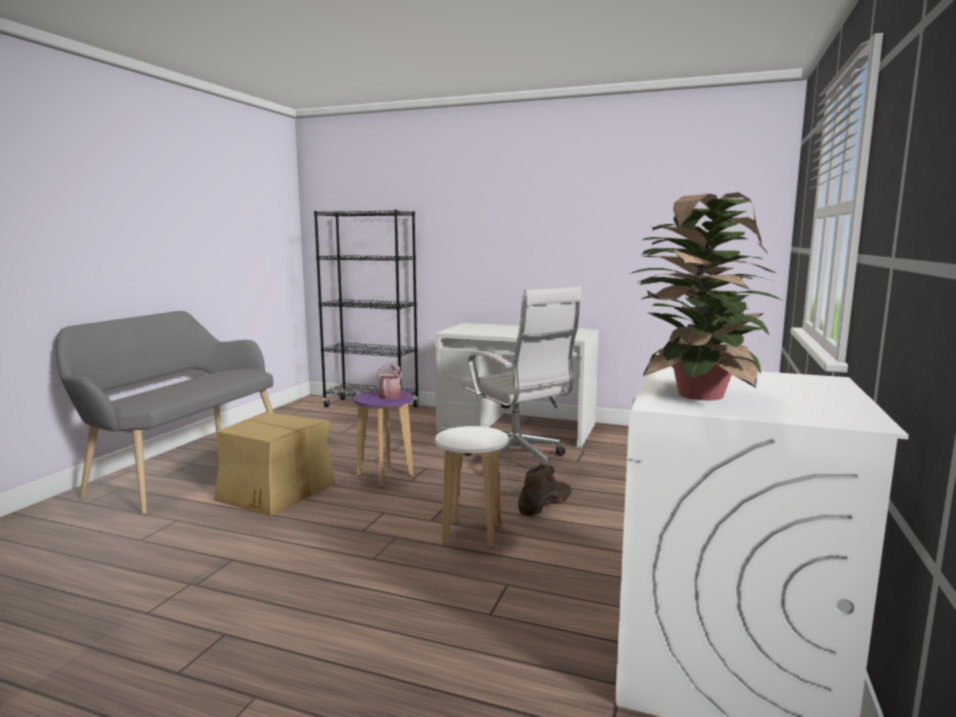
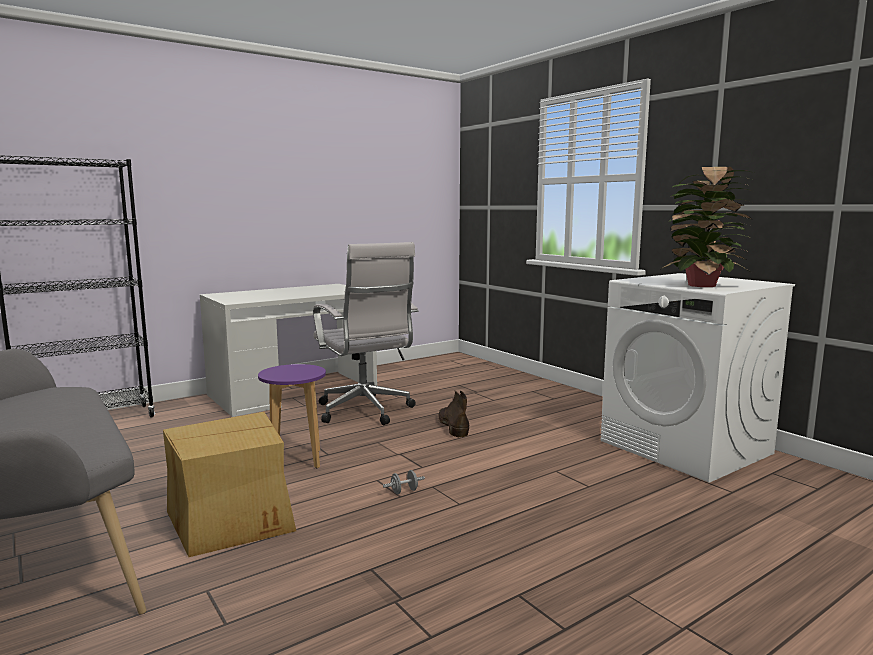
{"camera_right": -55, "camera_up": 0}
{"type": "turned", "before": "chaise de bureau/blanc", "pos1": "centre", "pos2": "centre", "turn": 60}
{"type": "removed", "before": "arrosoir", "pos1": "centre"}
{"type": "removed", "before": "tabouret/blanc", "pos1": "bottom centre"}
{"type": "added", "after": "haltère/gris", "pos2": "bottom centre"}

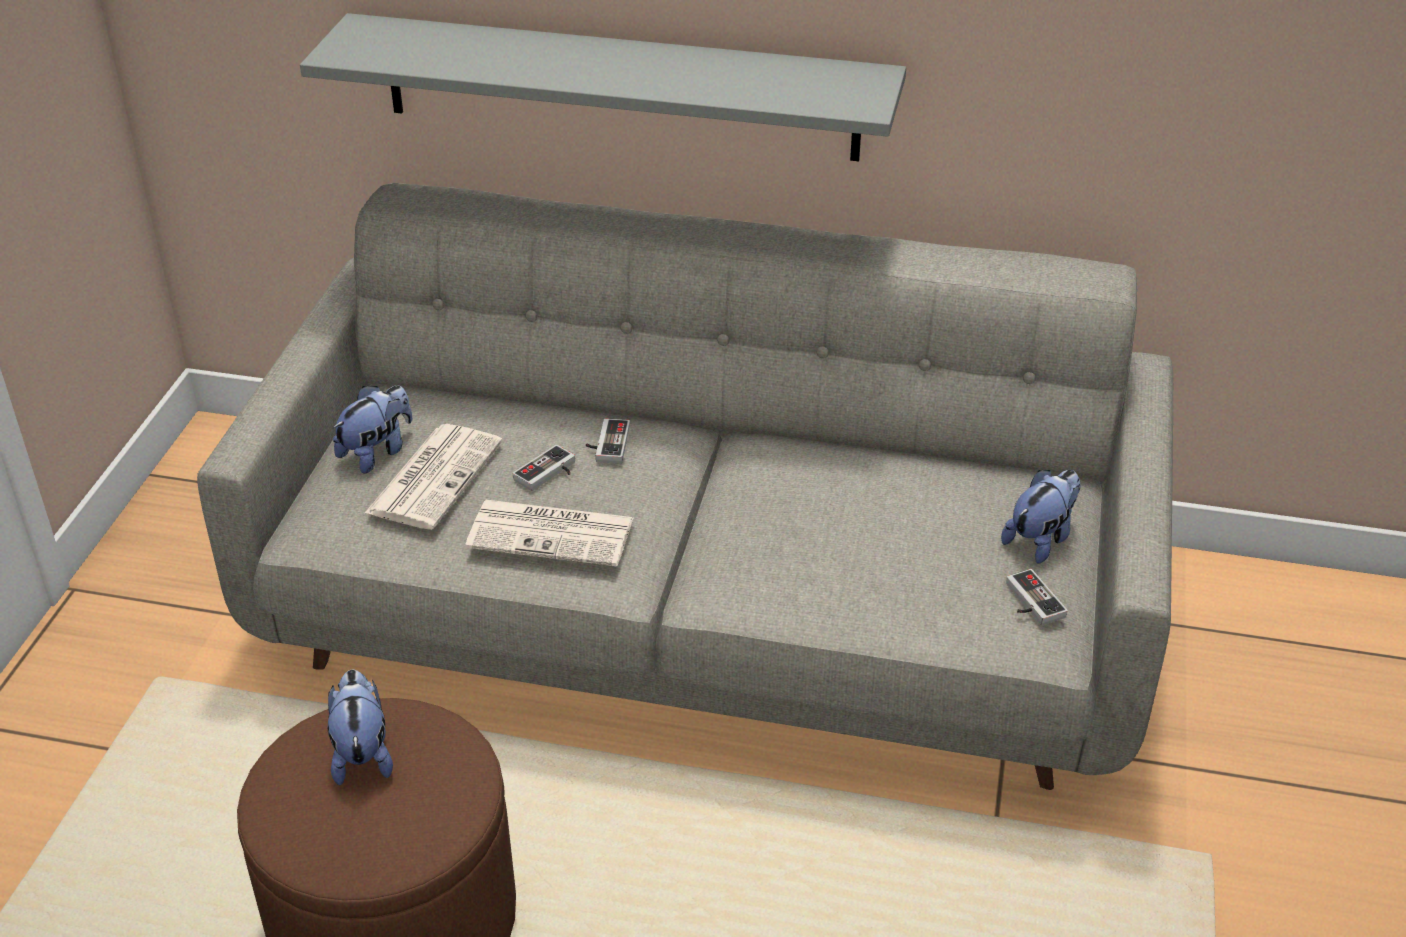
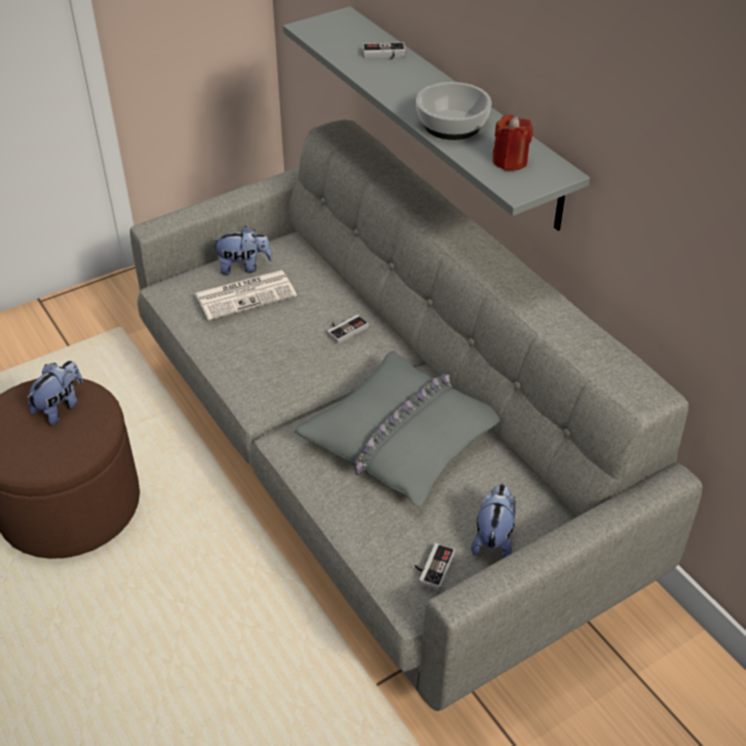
{"camera_right": 45, "camera_up": 5}
{"type": "moved", "before": "manette (1st from left in the first image)", "after": "manette (2nd from left)", "pos1": "centre", "pos2": "top centre"}
{"type": "turned", "before": "peluche (3rd from left)", "pos1": "middle right", "pos2": "bottom centre", "turn": -75}
{"type": "removed", "before": "journal (2nd from left)", "pos1": "centre"}
{"type": "added", "after": "bol", "pos2": "top centre"}
{"type": "added", "after": "bougie/rouge", "pos2": "top right"}
{"type": "added", "after": "coussin/gris", "pos2": "centre"}

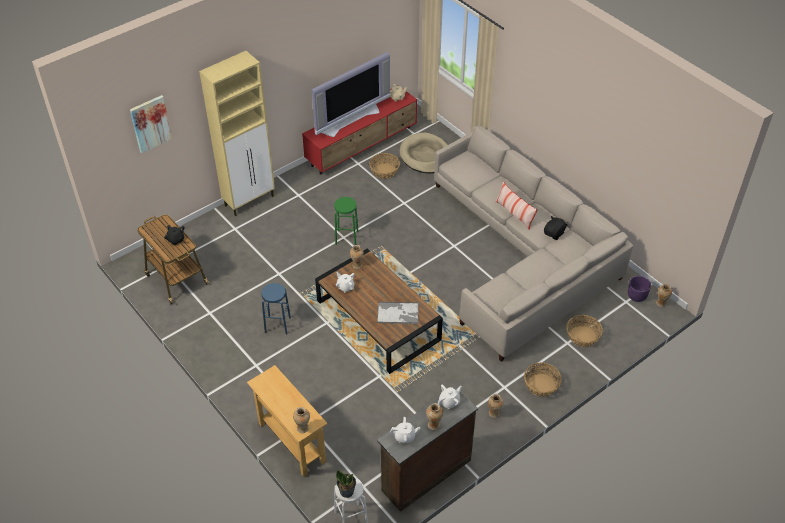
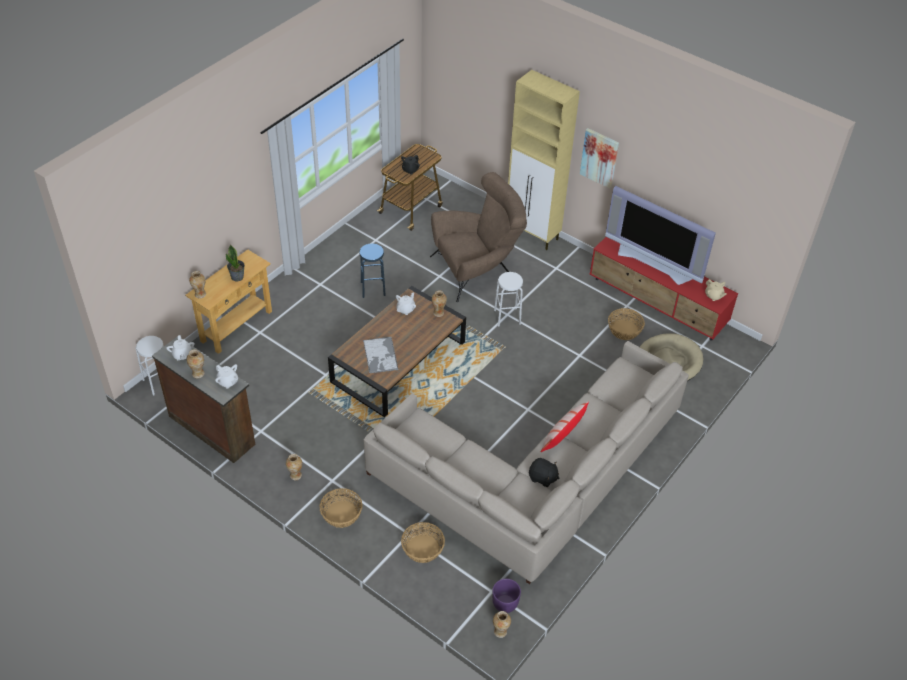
{"camera_right": 75, "camera_up": 0}
{"type": "moved", "before": "tableau", "pos1": "top left", "pos2": "top centre"}
{"type": "recoloured", "before": "tabouret/vert", "after": "tabouret/blanc (2nd from left)", "pos1": "centre", "pos2": "centre"}
{"type": "moved", "before": "plante en pot", "pos1": "bottom centre", "pos2": "middle left"}
{"type": "added", "after": "fauteuil/marron", "pos2": "centre"}

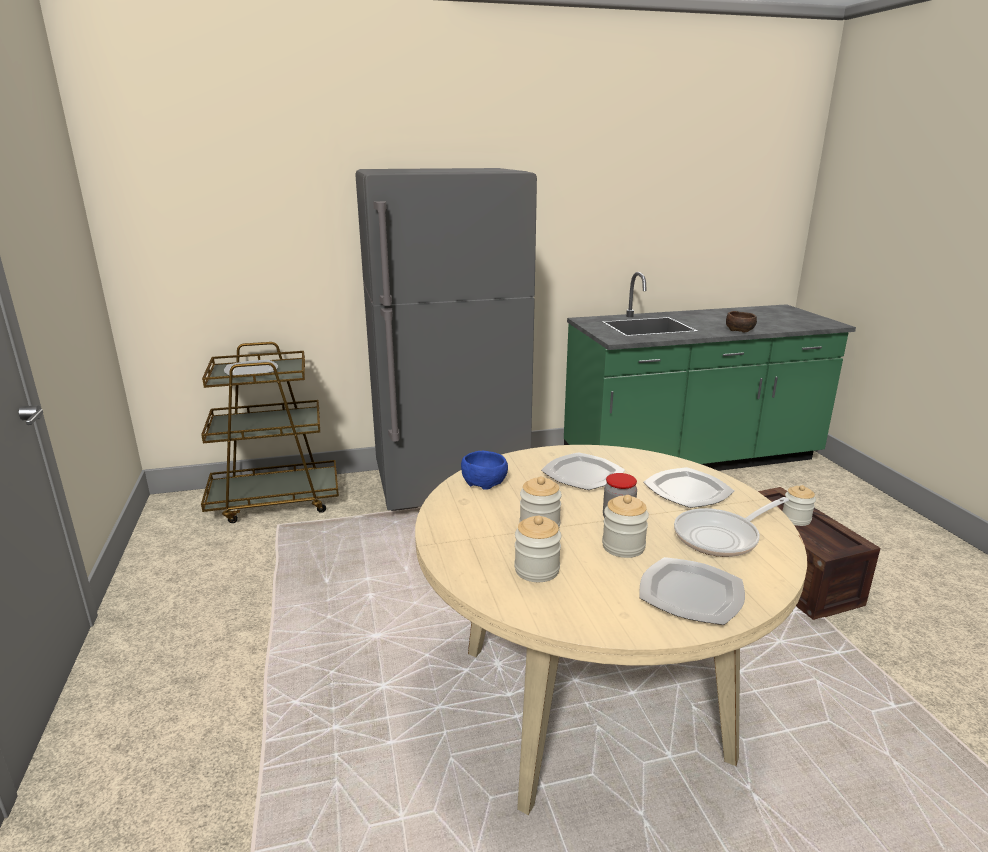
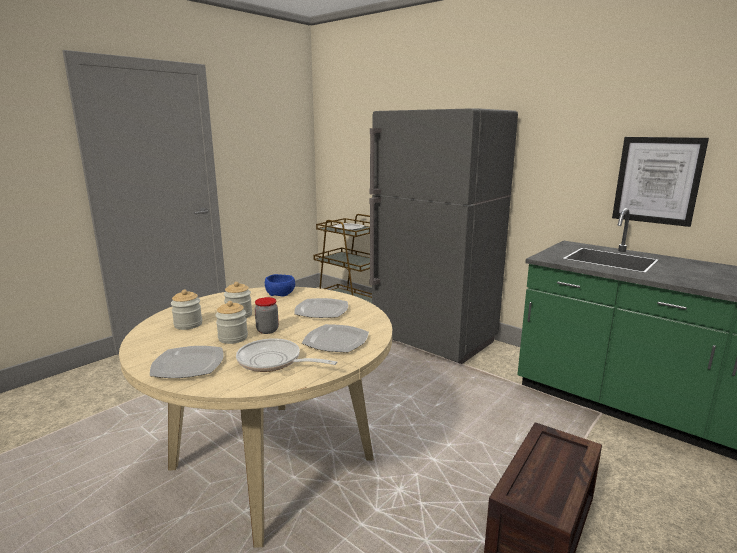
{"camera_right": 55, "camera_up": -5}
{"type": "removed", "before": "bol/marron", "pos1": "middle right"}
{"type": "removed", "before": "bocal (5th from left)", "pos1": "middle right"}
{"type": "added", "after": "tableau", "pos2": "top right"}

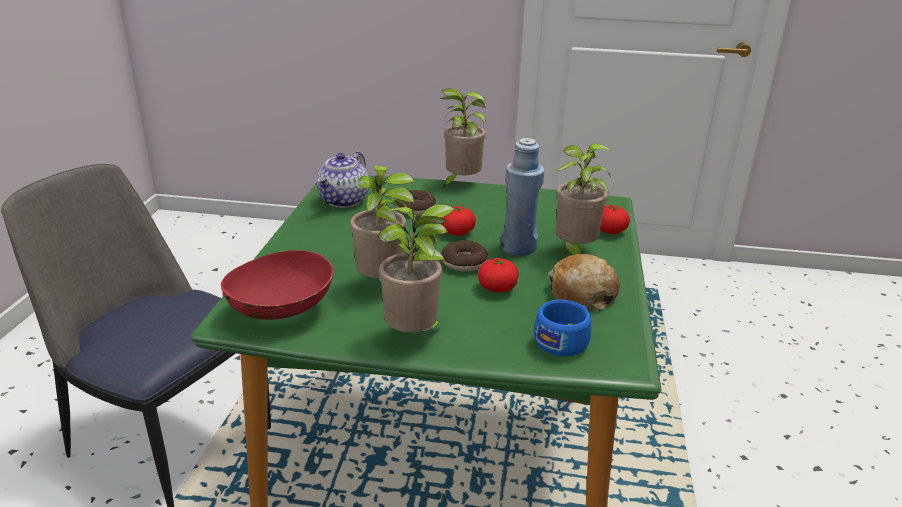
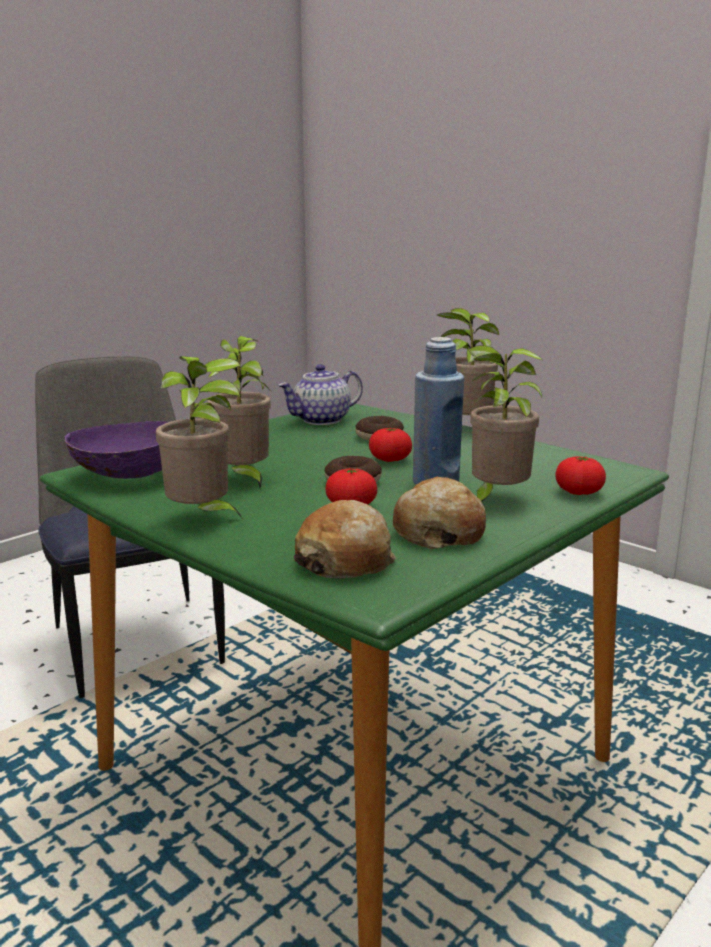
{"camera_right": 35, "camera_up": -10}
{"type": "recoloured", "before": "bol/rouge", "after": "bol/violet", "pos1": "middle left", "pos2": "middle left"}
{"type": "replaced", "before": "tasse/bleu", "after": "pain (1st from left)", "pos1": "centre", "pos2": "centre"}

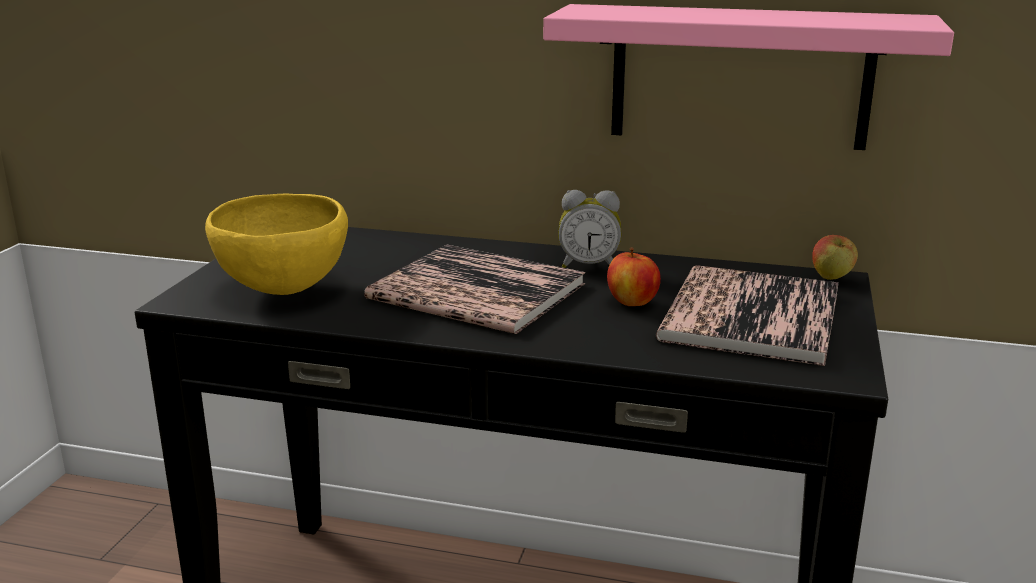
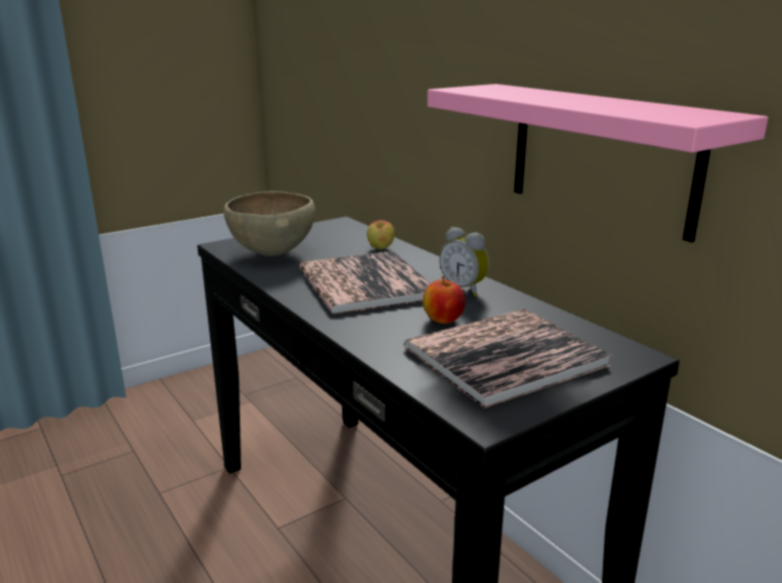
{"camera_right": 40, "camera_up": 0}
{"type": "recoloured", "before": "bol/jaune", "after": "bol/marron", "pos1": "middle left", "pos2": "centre"}
{"type": "moved", "before": "pomme (2nd from left in the first image)", "after": "pomme (1st from left)", "pos1": "middle right", "pos2": "centre"}

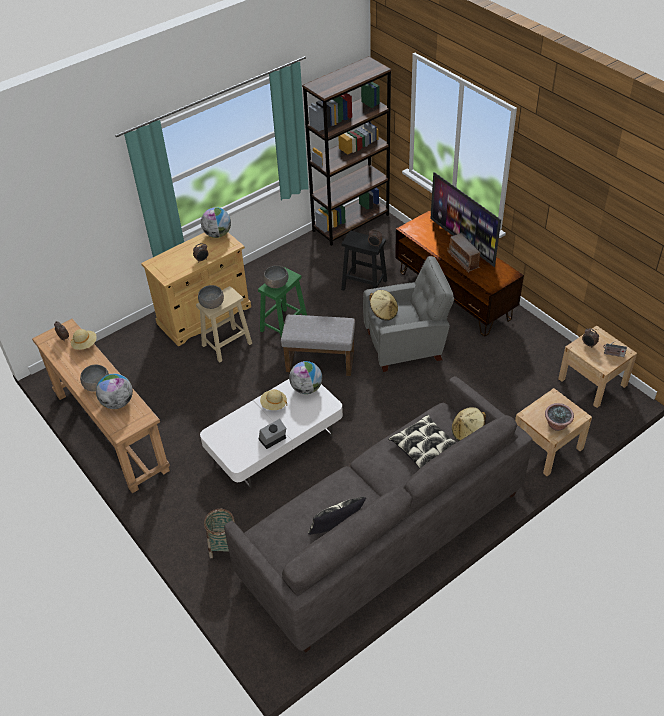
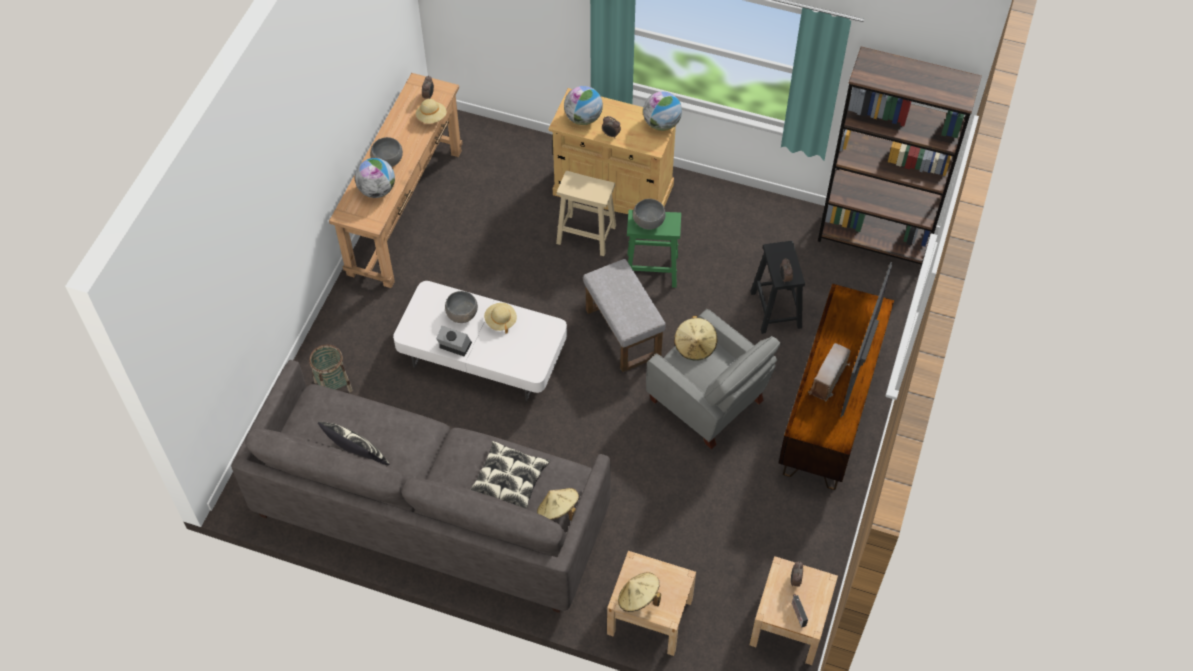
{"camera_right": 55, "camera_up": 10}
{"type": "moved", "before": "bol/gris (2nd from left)", "pos1": "middle left", "pos2": "centre"}
{"type": "moved", "before": "globe (3rd from left in the first image)", "after": "globe (2nd from left)", "pos1": "centre", "pos2": "top centre"}
{"type": "replaced", "before": "plante en pot", "after": "chapeau/beige (4th from left)", "pos1": "middle right", "pos2": "bottom centre"}

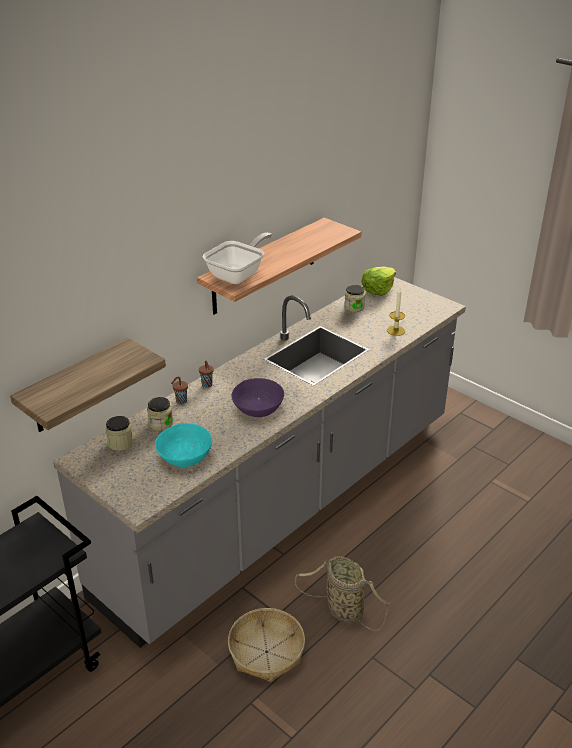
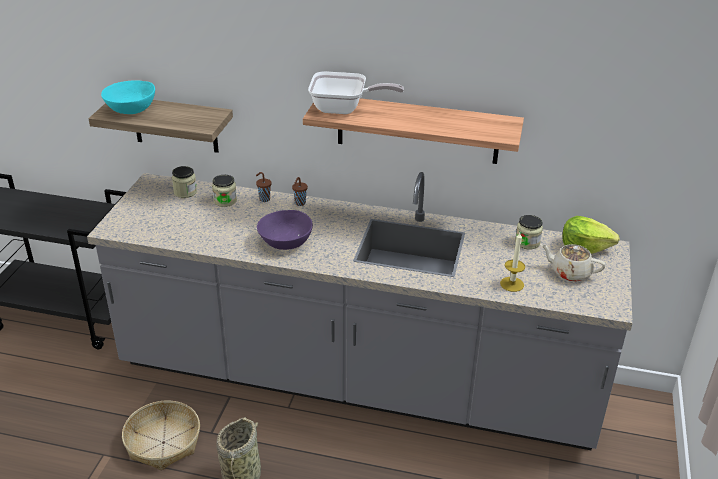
{"camera_right": 60, "camera_up": 0}
{"type": "moved", "before": "bol/turquoise", "pos1": "middle left", "pos2": "top left"}
{"type": "added", "after": "théière/beige", "pos2": "middle right"}

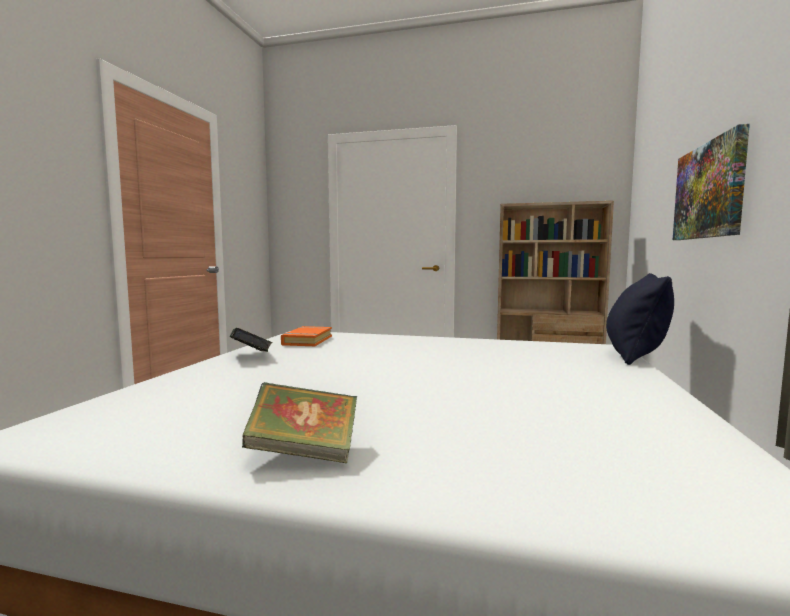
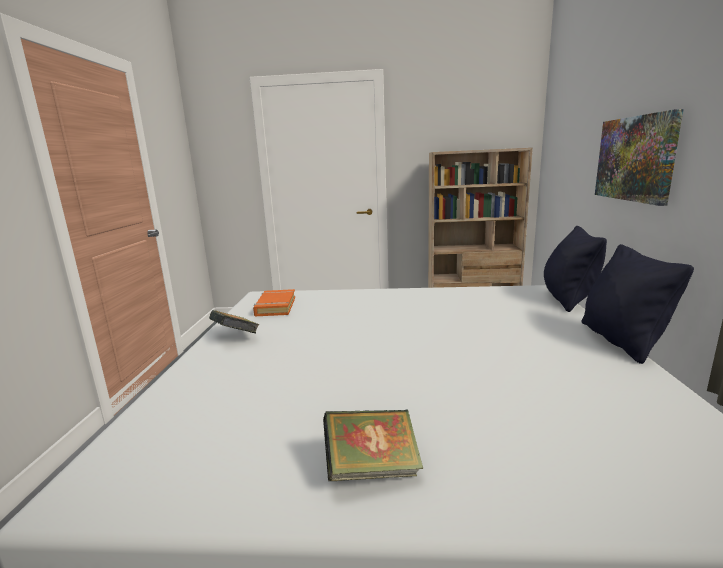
{"camera_right": -10, "camera_up": 10}
{"type": "added", "after": "coussin/noir (2nd from left)", "pos2": "middle right"}

